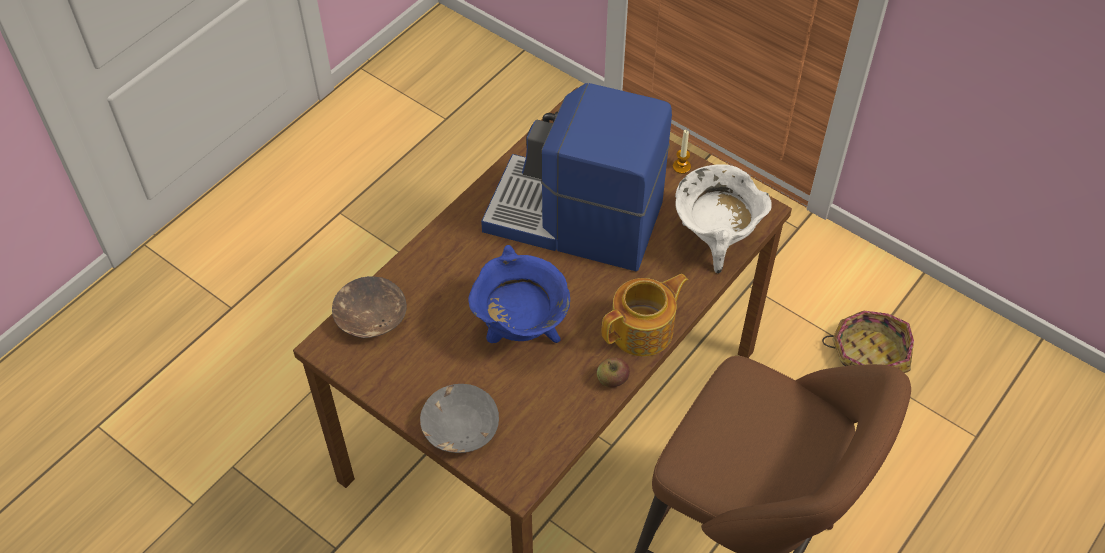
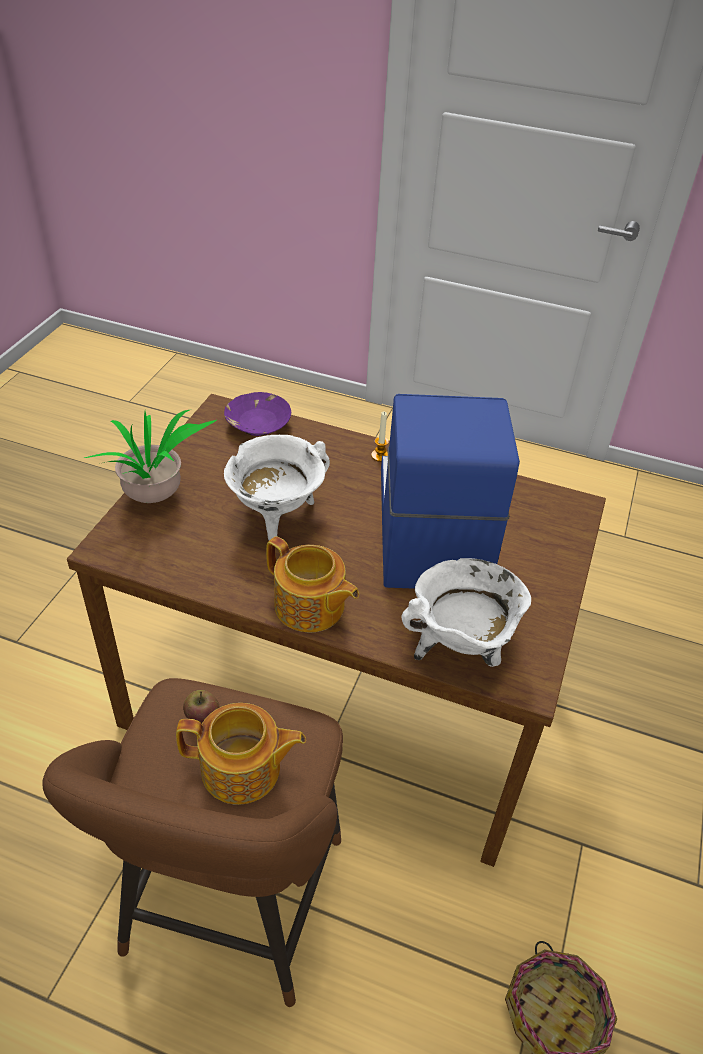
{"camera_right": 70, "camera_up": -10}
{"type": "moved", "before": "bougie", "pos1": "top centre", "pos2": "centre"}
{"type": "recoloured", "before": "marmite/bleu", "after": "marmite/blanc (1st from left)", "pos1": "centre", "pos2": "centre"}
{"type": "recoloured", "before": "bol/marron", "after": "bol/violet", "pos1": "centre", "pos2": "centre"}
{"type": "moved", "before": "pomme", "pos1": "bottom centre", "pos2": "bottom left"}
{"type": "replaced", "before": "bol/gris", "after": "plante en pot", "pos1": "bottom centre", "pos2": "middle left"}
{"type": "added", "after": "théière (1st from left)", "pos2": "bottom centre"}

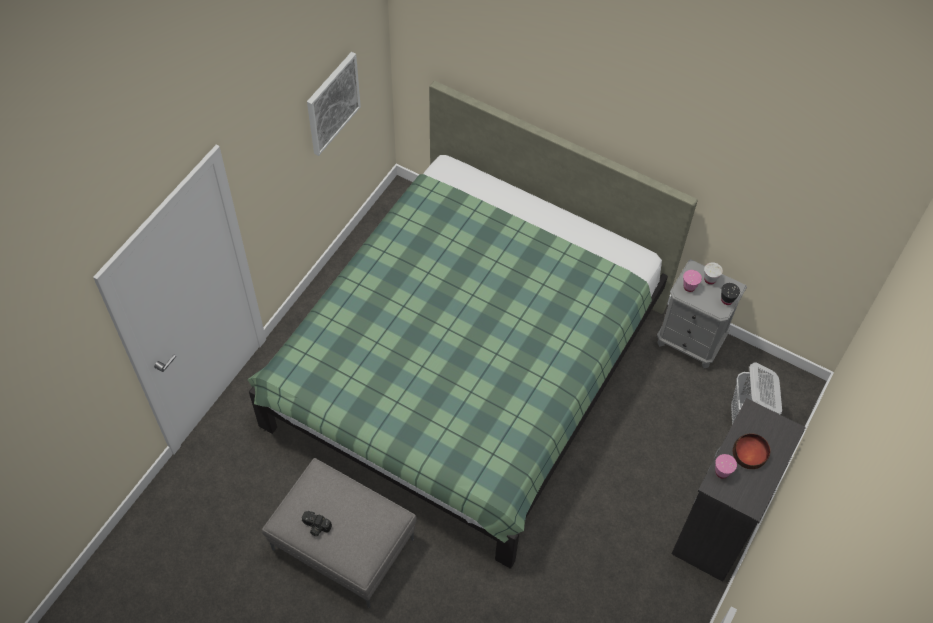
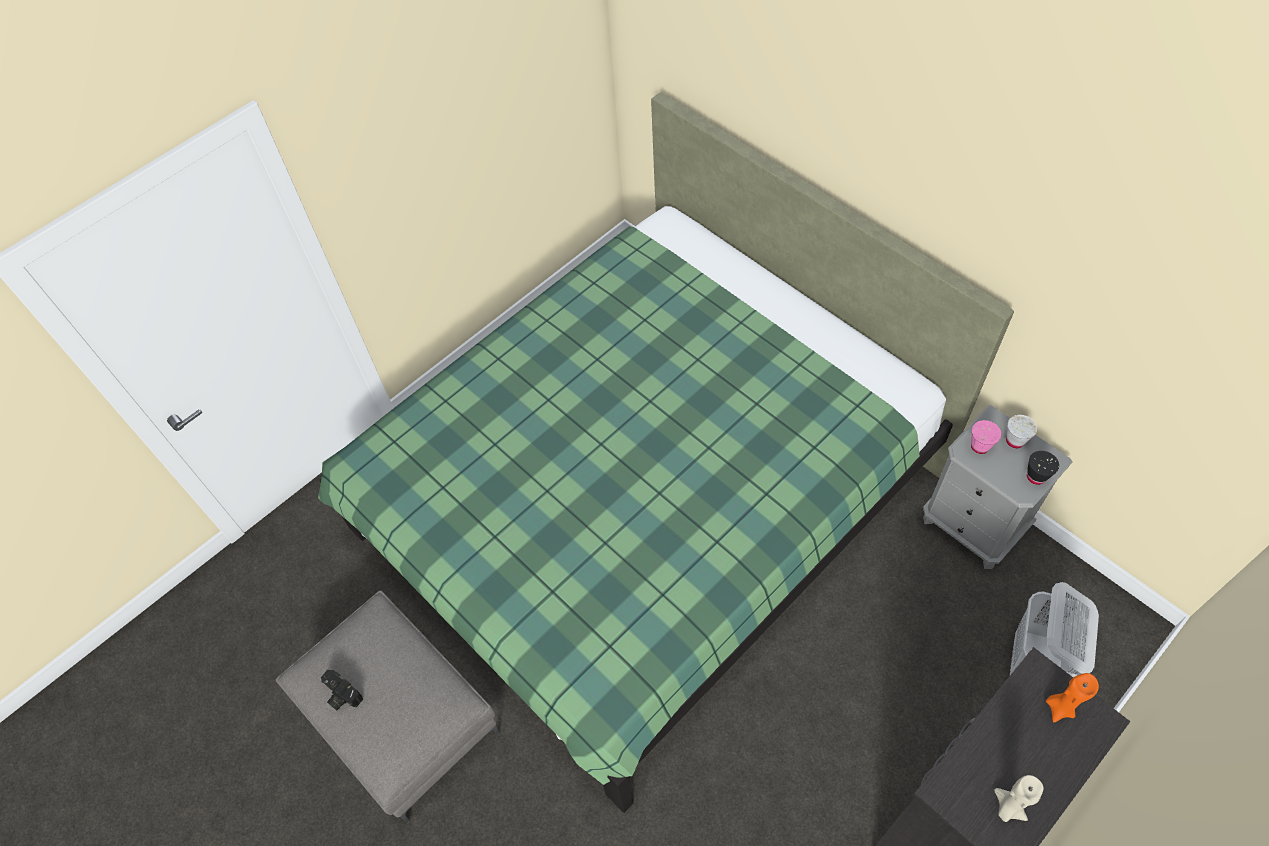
{"camera_right": 20, "camera_up": 0}
{"type": "removed", "before": "tableau", "pos1": "top centre"}
{"type": "removed", "before": "bol", "pos1": "bottom right"}
{"type": "removed", "before": "tasse/rose (2nd from left)", "pos1": "bottom right"}
{"type": "added", "after": "bougie/orange", "pos2": "bottom right"}
{"type": "added", "after": "bougie/beige", "pos2": "bottom right"}

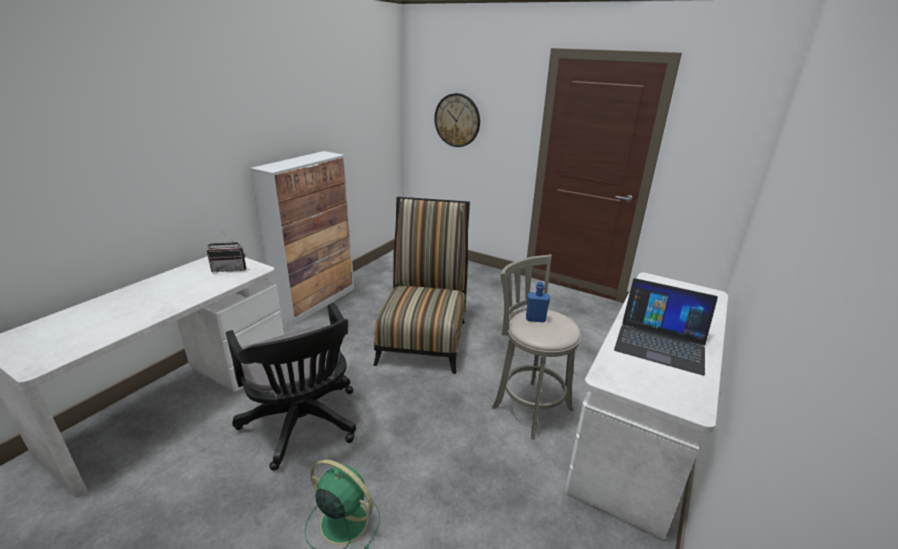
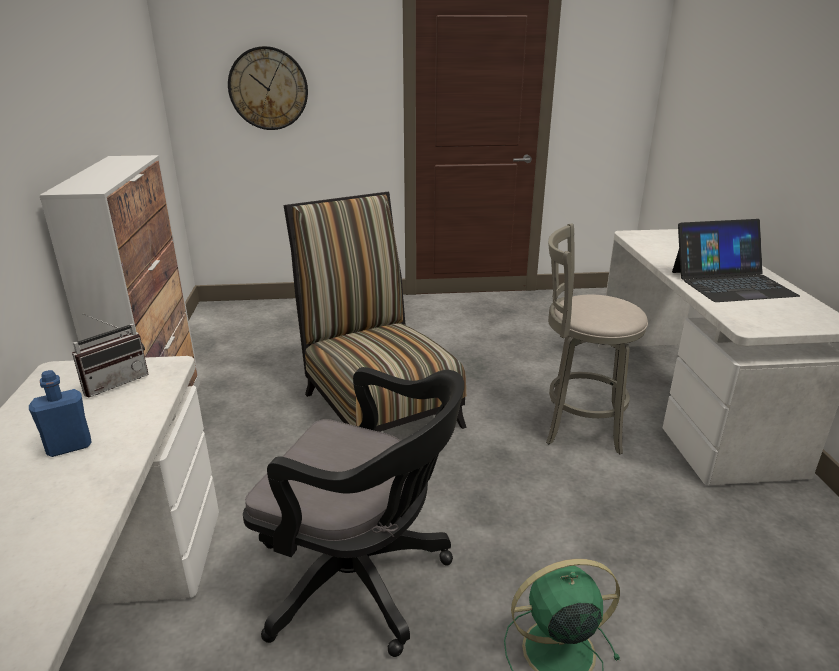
{"camera_right": -35, "camera_up": 0}
{"type": "moved", "before": "bouteille/bleu", "pos1": "centre", "pos2": "middle left"}

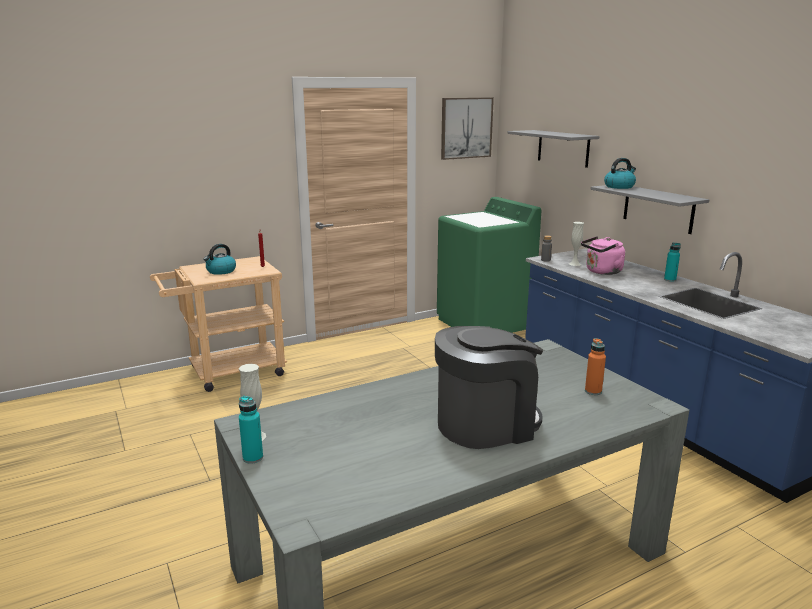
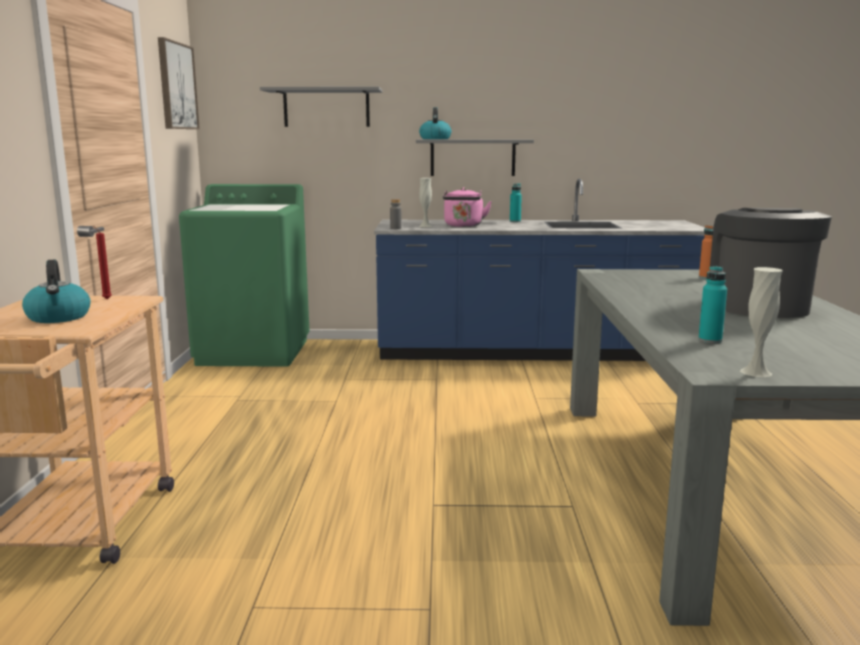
{"camera_right": -60, "camera_up": -5}
{"type": "moved", "before": "bouteille/turquoise (1st from left in the first image)", "after": "bouteille/turquoise (2nd from left)", "pos1": "bottom left", "pos2": "middle right"}

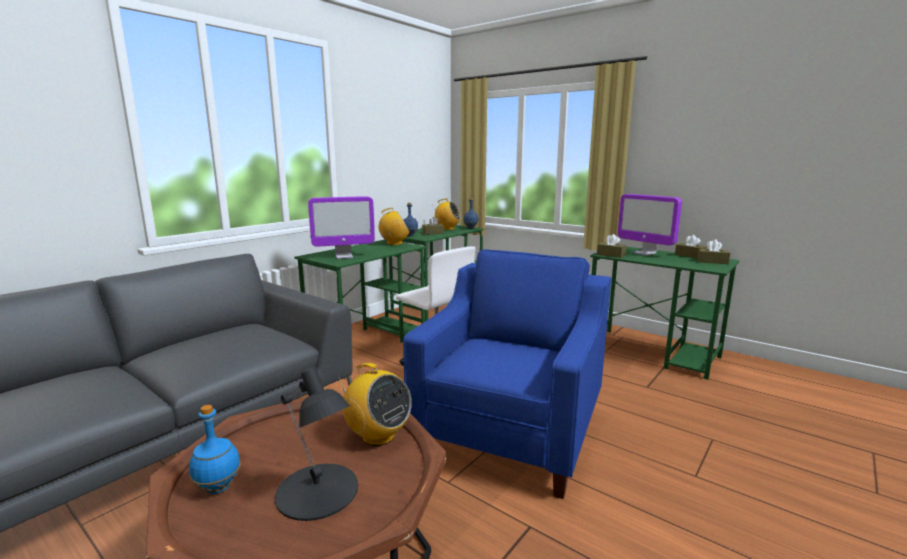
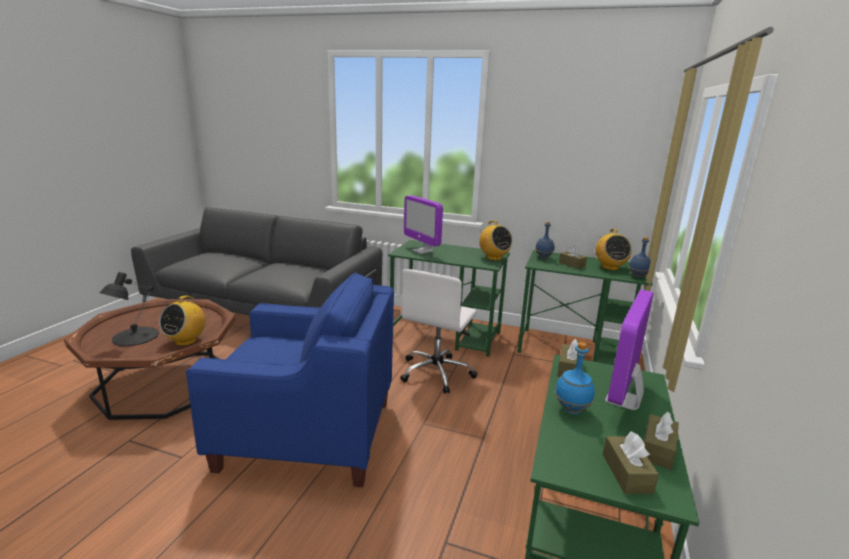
{"camera_right": 70, "camera_up": 5}
{"type": "moved", "before": "bouteille/bleu (1st from left in the first image)", "after": "bouteille/bleu (2nd from left)", "pos1": "bottom left", "pos2": "bottom right"}

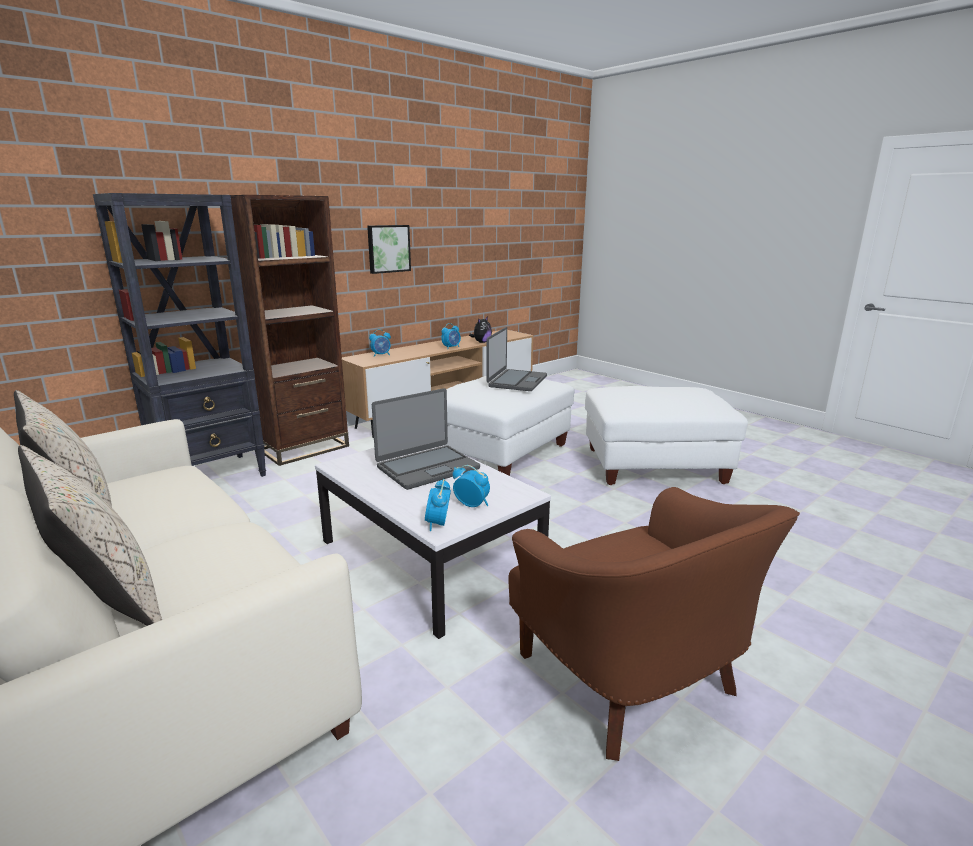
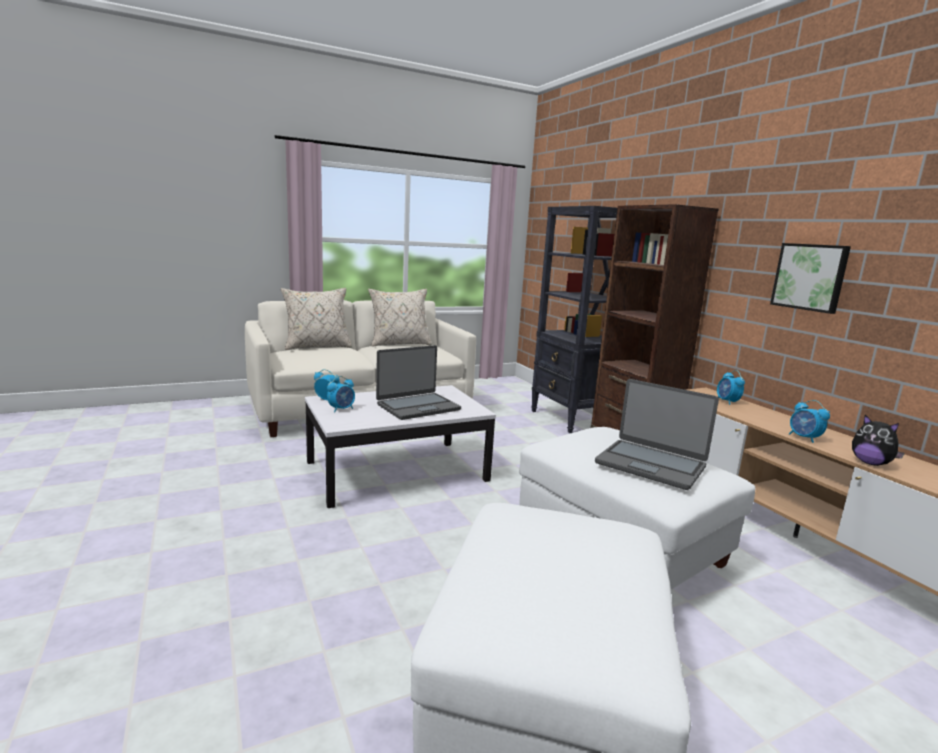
{"camera_right": 105, "camera_up": -5}
{"type": "turned", "before": "ordinateur portable (1st from left)", "pos1": "centre", "pos2": "centre", "turn": -105}
{"type": "removed", "before": "fauteuil/marron", "pos1": "bottom right"}

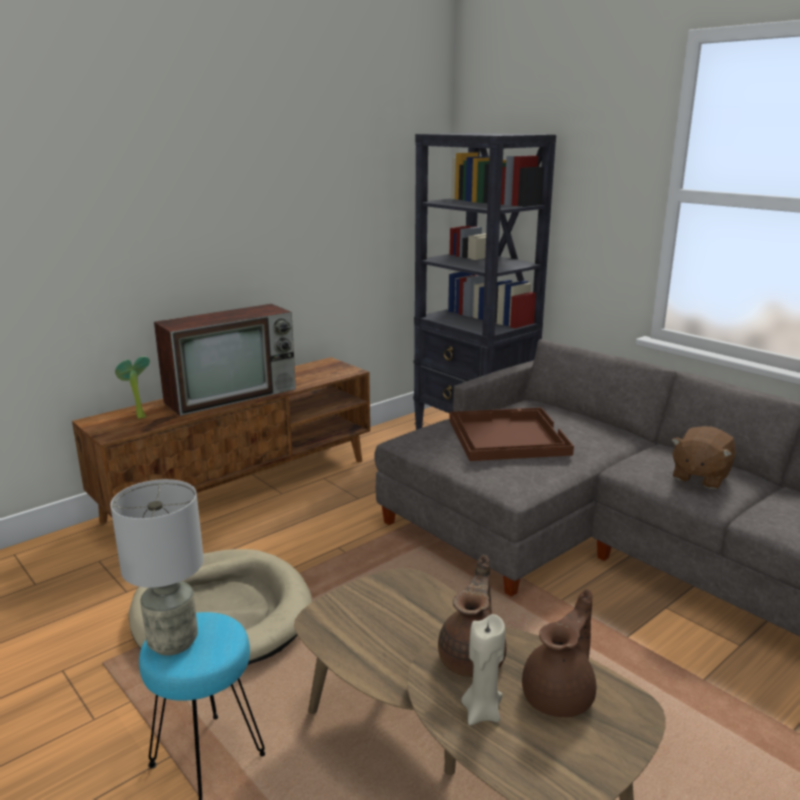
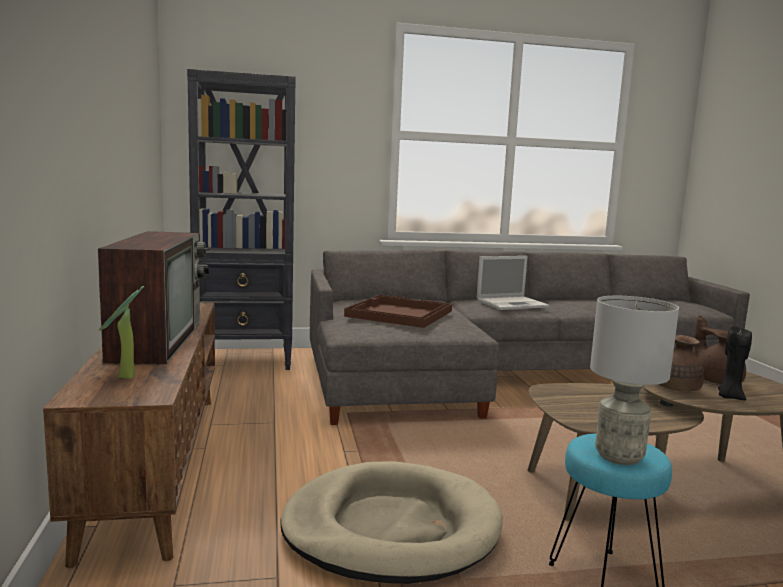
{"camera_right": -60, "camera_up": -10}
{"type": "replaced", "before": "peluche/marron", "after": "ordinateur portable", "pos1": "middle right", "pos2": "centre"}
{"type": "recoloured", "before": "bougie/beige", "after": "bougie/noir", "pos1": "bottom centre", "pos2": "middle right"}

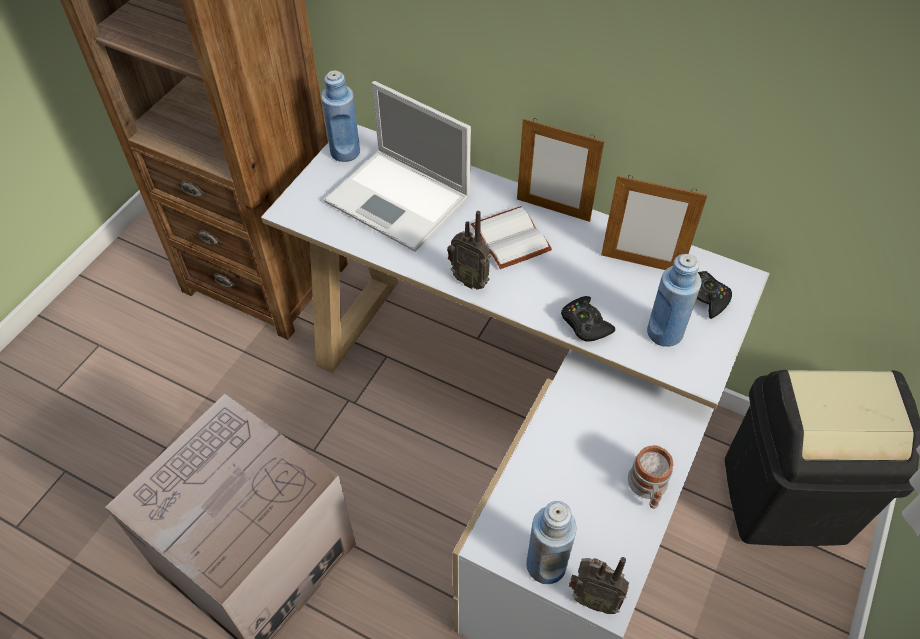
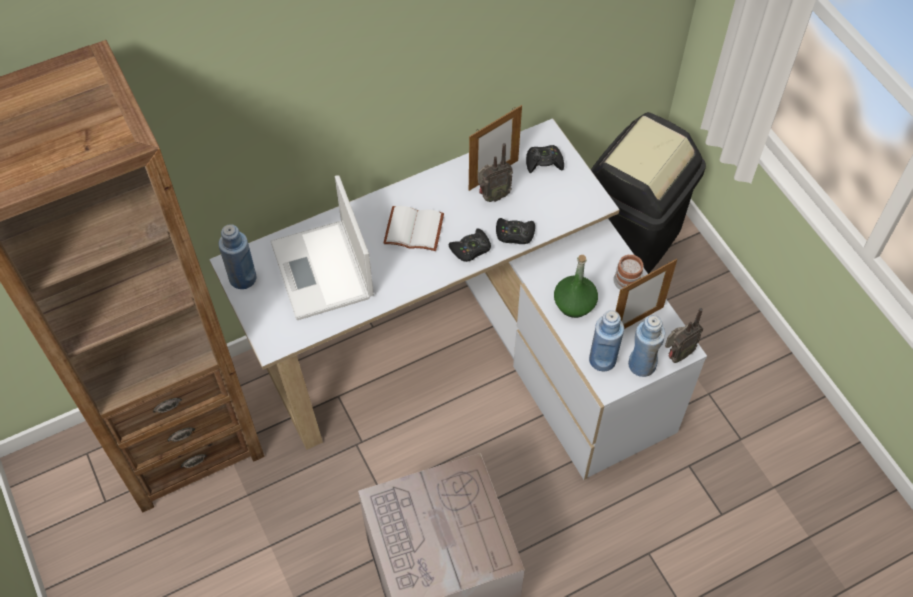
{"camera_right": -55, "camera_up": 5}
{"type": "turned", "before": "ordinateur portable", "pos1": "top centre", "pos2": "centre", "turn": 90}
{"type": "moved", "before": "cadre photo (1st from left in the first image)", "after": "cadre photo (2nd from left)", "pos1": "top centre", "pos2": "middle right"}
{"type": "moved", "before": "radio (1st from left)", "pos1": "centre", "pos2": "top centre"}
{"type": "moved", "before": "bouteille/bleu (3rd from left in the first image)", "after": "bouteille/bleu (2nd from left)", "pos1": "middle right", "pos2": "centre"}
{"type": "added", "after": "manette/noir (1st from left)", "pos2": "centre"}
{"type": "added", "after": "bouteille/vert", "pos2": "centre"}

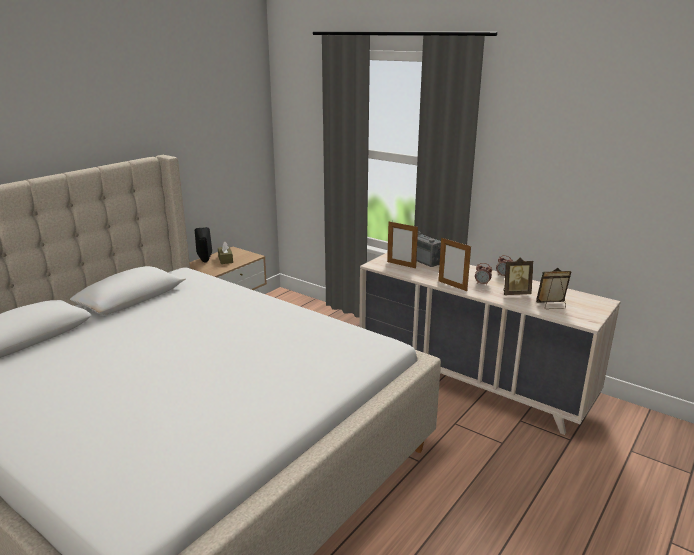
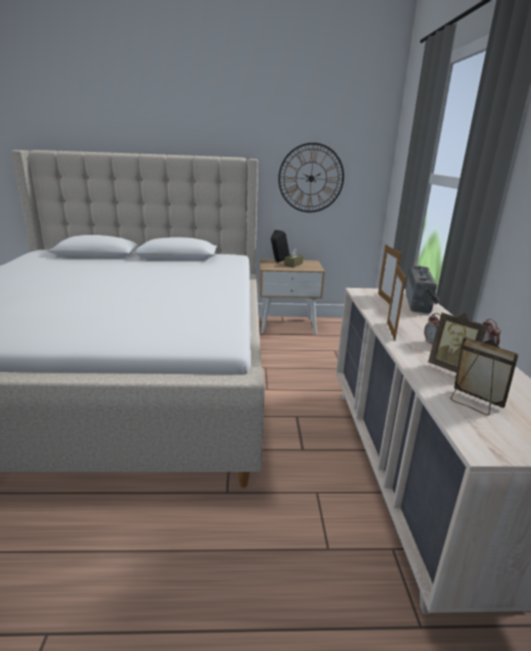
{"camera_right": 50, "camera_up": 0}
{"type": "added", "after": "horloge murale", "pos2": "top centre"}

